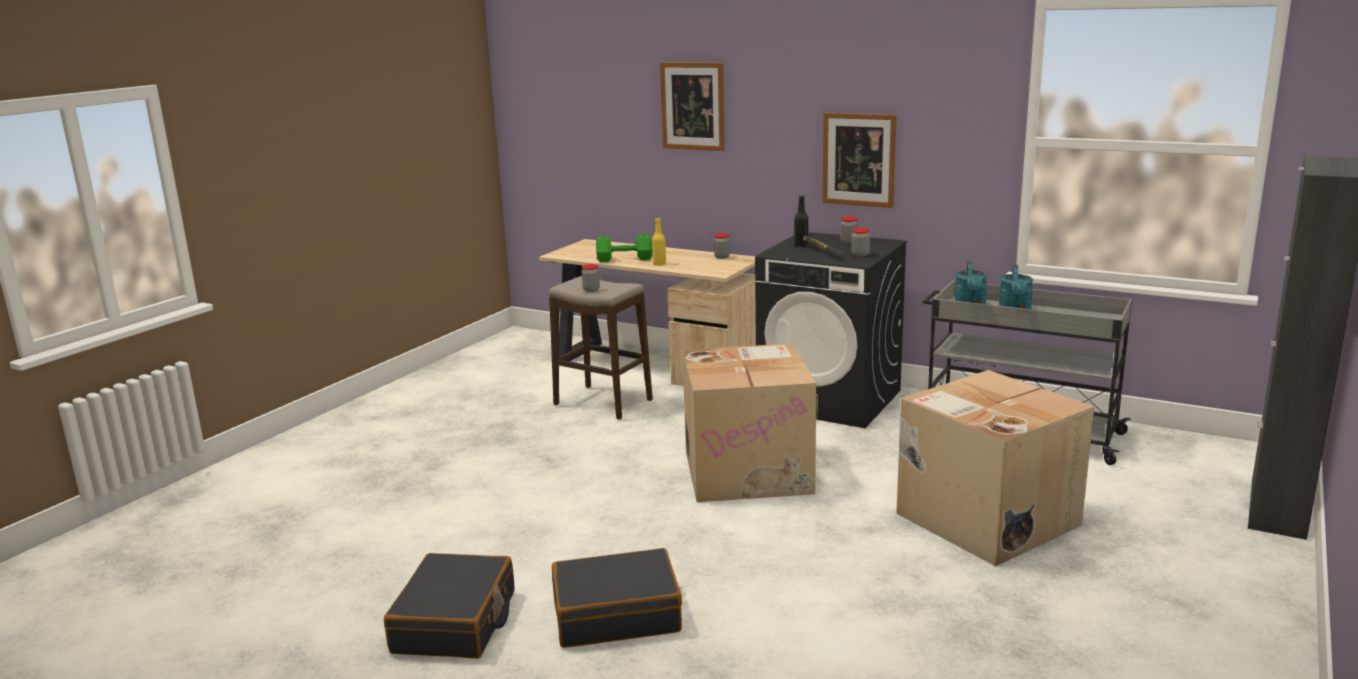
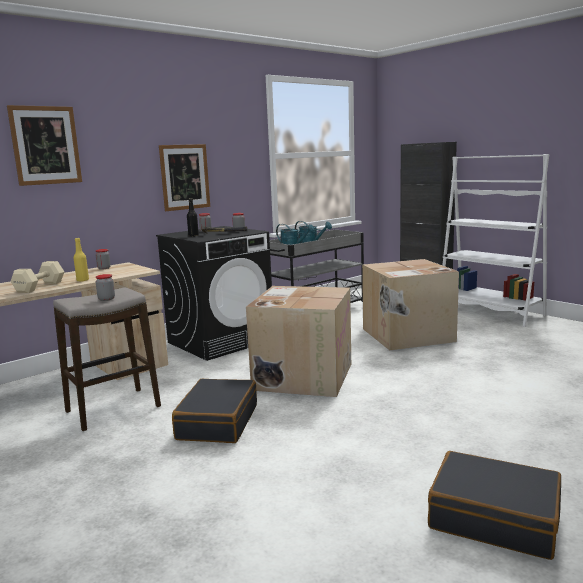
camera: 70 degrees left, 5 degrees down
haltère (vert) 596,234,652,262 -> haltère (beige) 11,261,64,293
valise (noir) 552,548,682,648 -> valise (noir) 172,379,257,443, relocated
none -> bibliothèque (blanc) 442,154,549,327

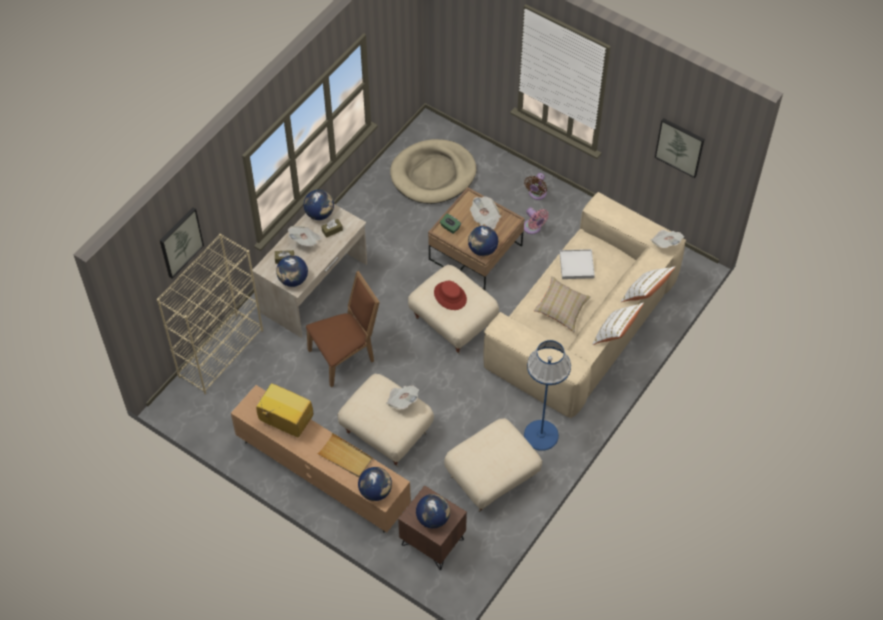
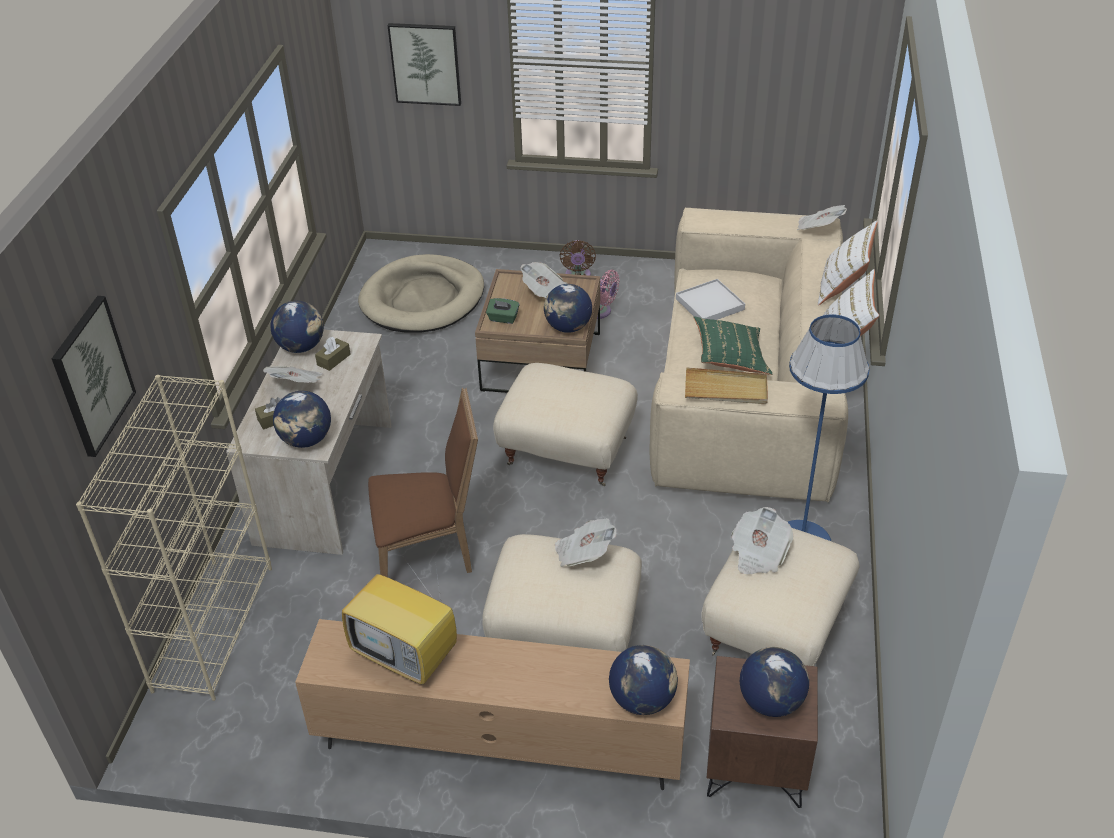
camera: 25 degrees left, 15 degrees down
tableau 655,118,704,178 -> tableau 387,23,461,106, relocated
chaise (marron) 306,271,380,387 -> chaise (marron) 368,388,478,577, 45 degrees clockwise
coussin (beige) 534,276,591,332 -> coussin (vert) 694,317,772,375
chapeau (rouge) 434,281,467,310 -> none
téléviseur 256,384,313,437 -> téléviseur 342,554,457,684, 150 degrees counterclockwise
plateau (beige) 317,433,373,477 -> plateau (beige) 685,367,768,404, relocated
none -> journal 731,507,794,574

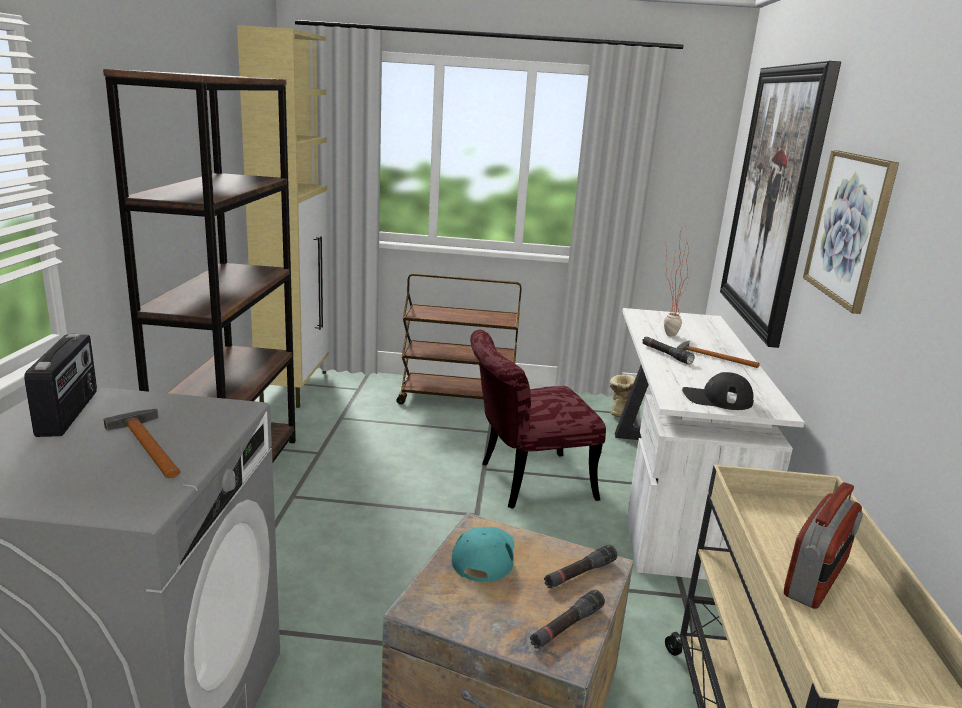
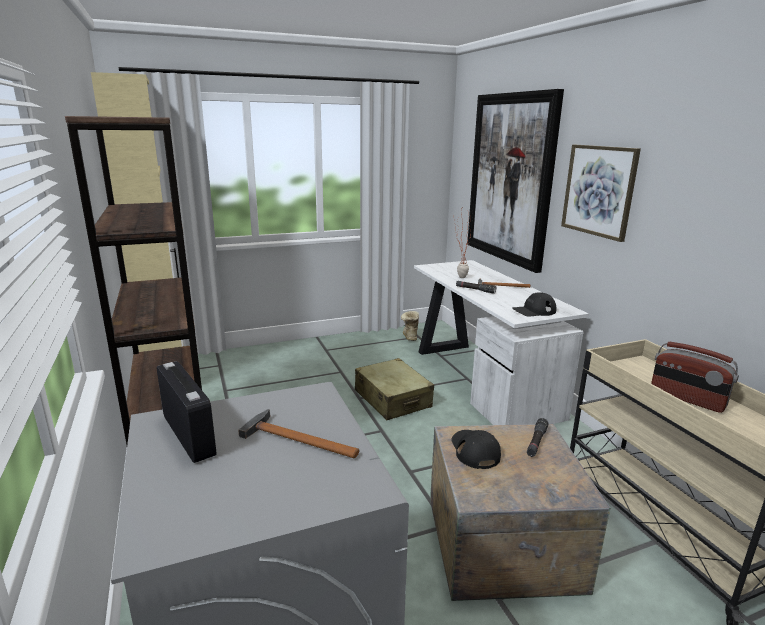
camera: 25 degrees left, 0 degrees up
chariot (marron) 396,273,522,404 -> none
chaise (rouge) 470,330,606,509 -> valise (beige) 355,358,434,420
radio 784,482,863,609 -> radio 651,342,739,413, 120 degrees clockwise
casquette (turquoise) 452,527,515,582 -> casquette (noir) 451,430,501,469
lampe de poche (noir) 530,590,605,649 -> none

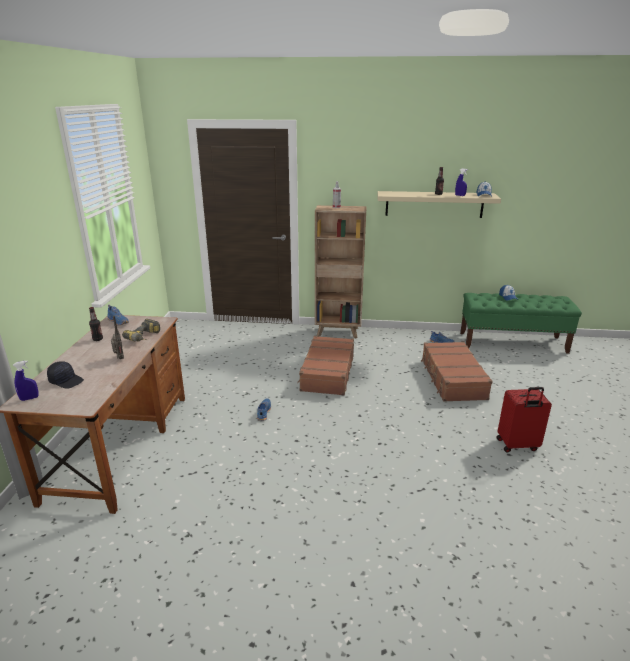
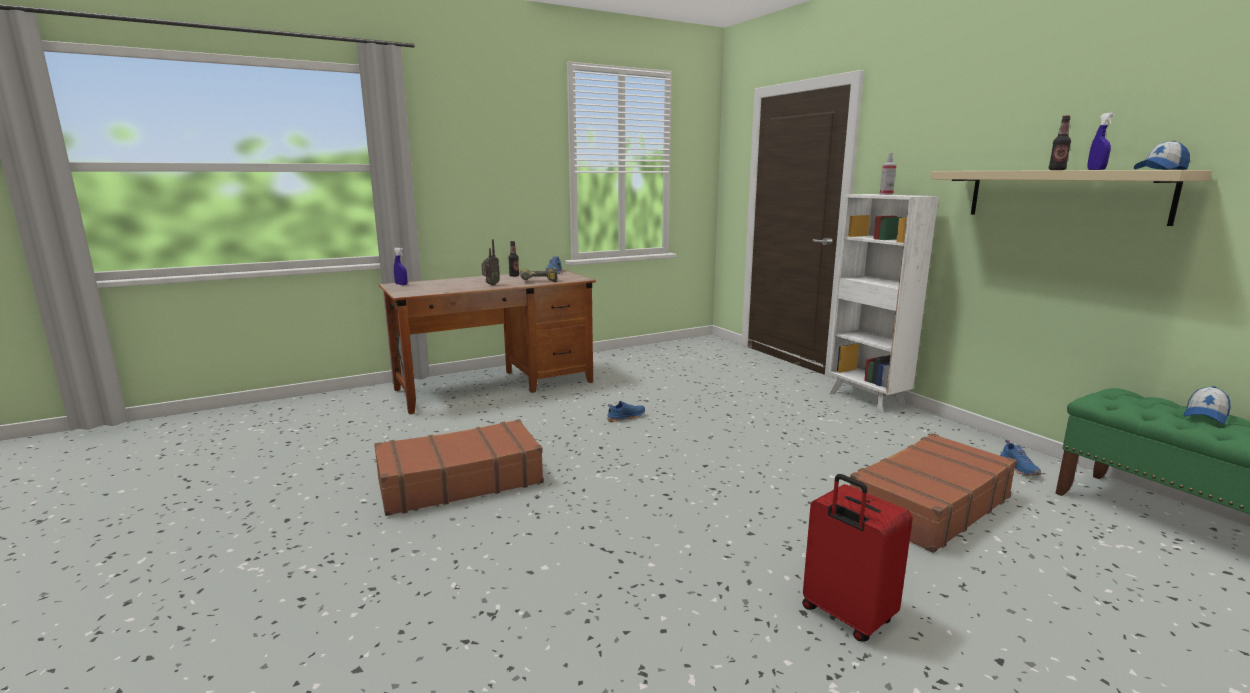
camera: 55 degrees right, 10 degrees down
bibliothèque (marron) 315,205,367,339 -> bibliothèque (blanc) 828,194,938,413
valise (marron) 297,336,354,395 -> valise (marron) 374,419,544,516, relocated
casquette (noir) 47,361,84,388 -> none

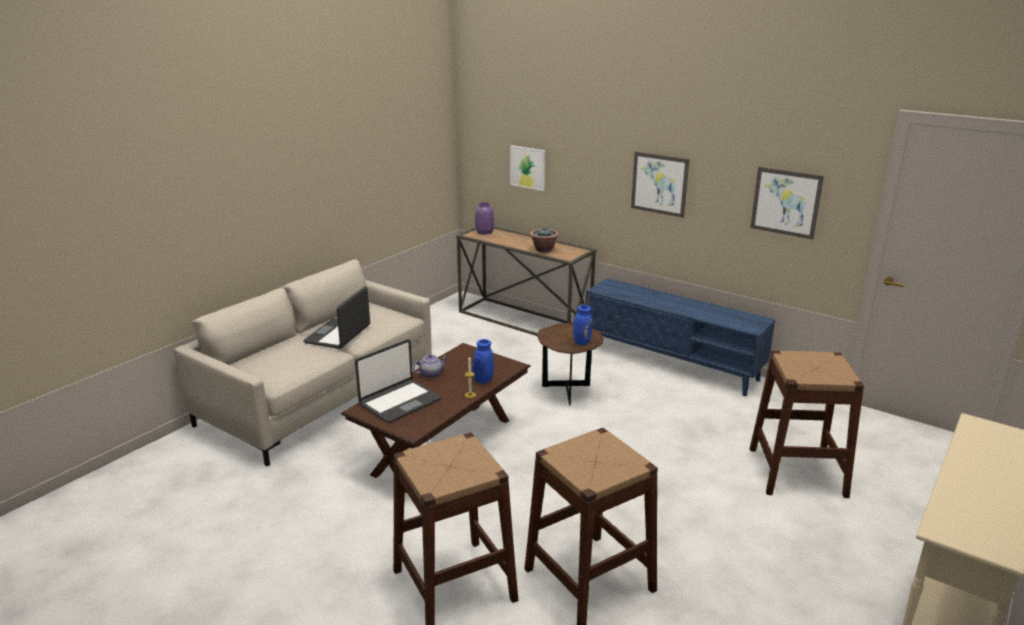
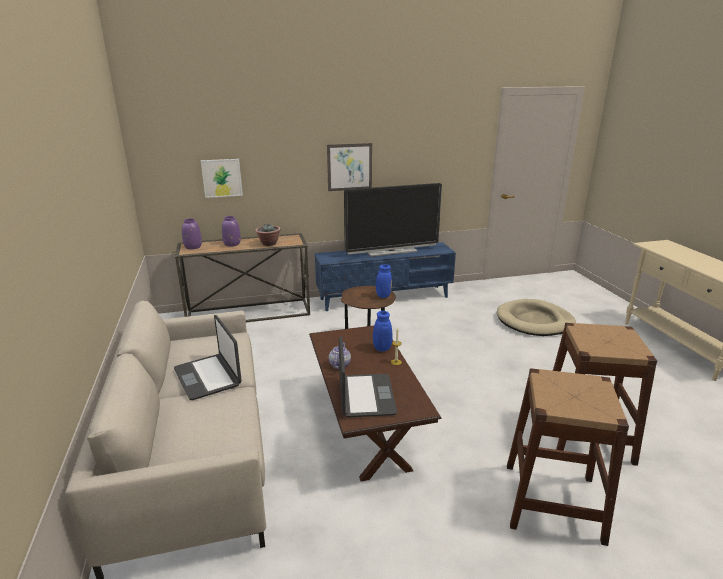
camera: 50 degrees left, 0 degrees up
tableau 750,167,824,239 -> none
tabouret (marron) 750,351,864,498 -> panier pour chien (beige) 497,299,576,336
none -> téléviseur 344,183,442,257
none -> vase (violet) 222,216,241,246

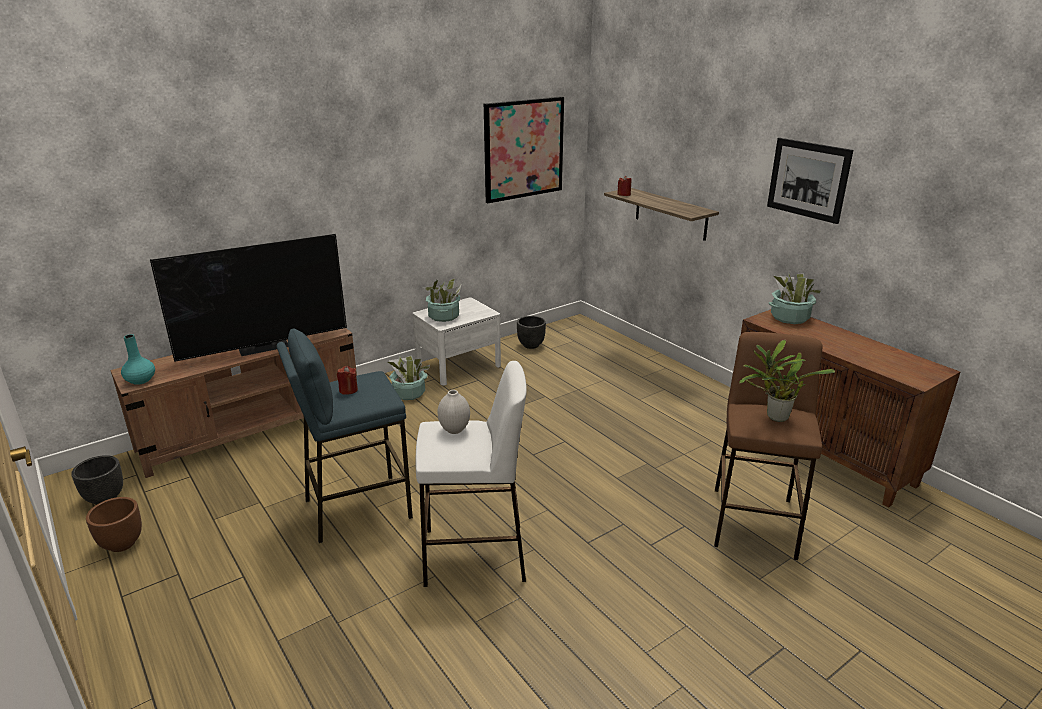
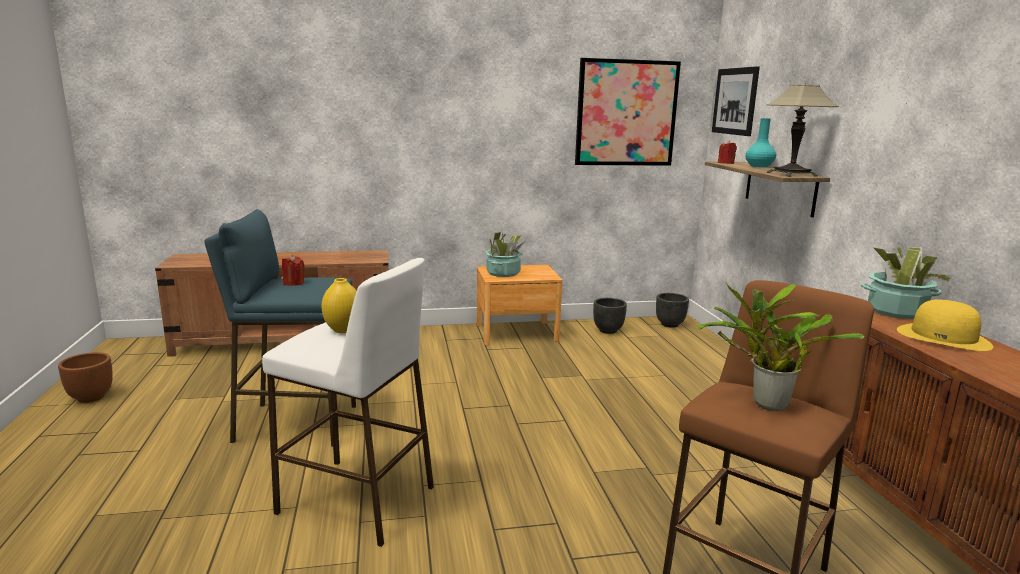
camera: 25 degrees right, 10 degrees down
tableau 767,138,853,224 -> tableau 712,66,760,136, relocated
téléviseur 150,234,347,362 -> none
table de chevet (blanc) 413,297,501,386 -> table de chevet (marron) 477,265,562,345
vase (turquoise) 121,334,155,385 -> vase (turquoise) 745,118,776,167, relocated
plante en pot 388,355,430,400 -> none
vase (blanc) 437,390,470,434 -> vase (jaune) 322,278,357,333
cache-pot (noir) 71,455,123,505 -> cache-pot (noir) 656,293,689,328, relocated
none -> lampe de table 766,84,839,177
none -> chapeau (jaune) 897,300,993,351

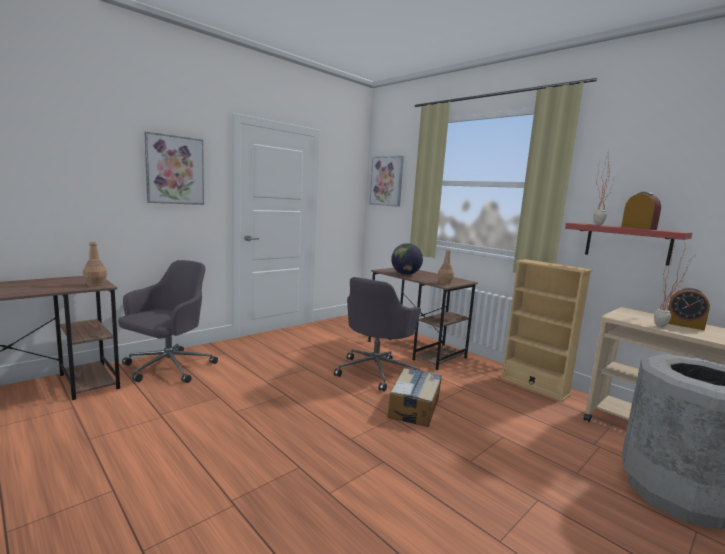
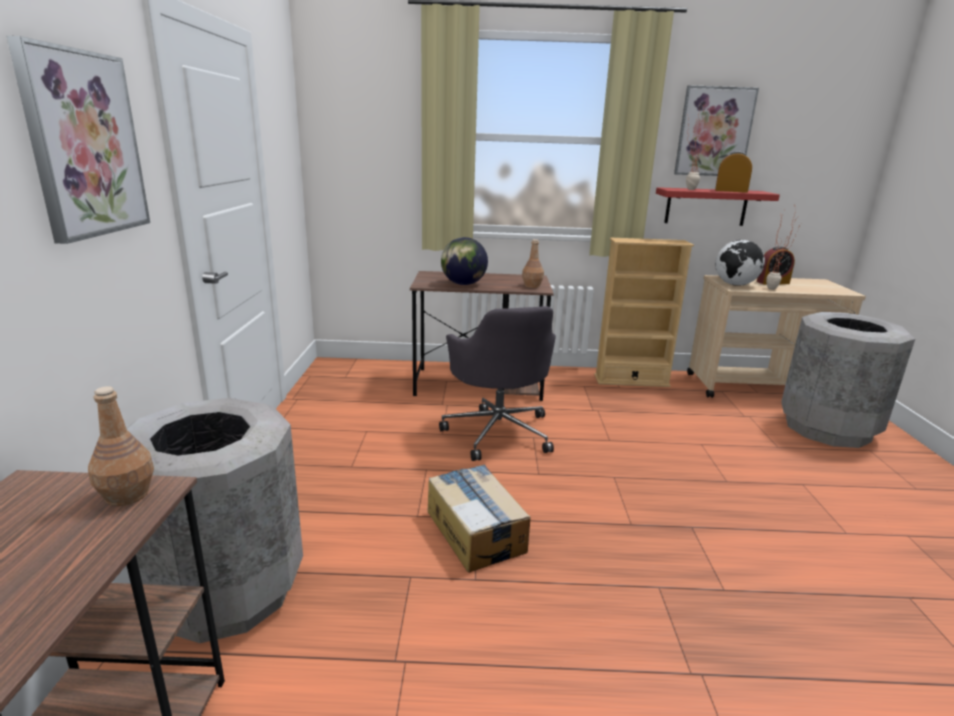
camera: 45 degrees left, 10 degrees up
tableau 369,156,404,207 -> tableau 674,85,759,176, relocated
chaise de bureau (gris) 118,260,218,383 -> poubelle (gris) 126,398,303,643
carton 387,368,442,427 -> carton 428,464,530,572, relocated
none -> globe 715,240,765,286

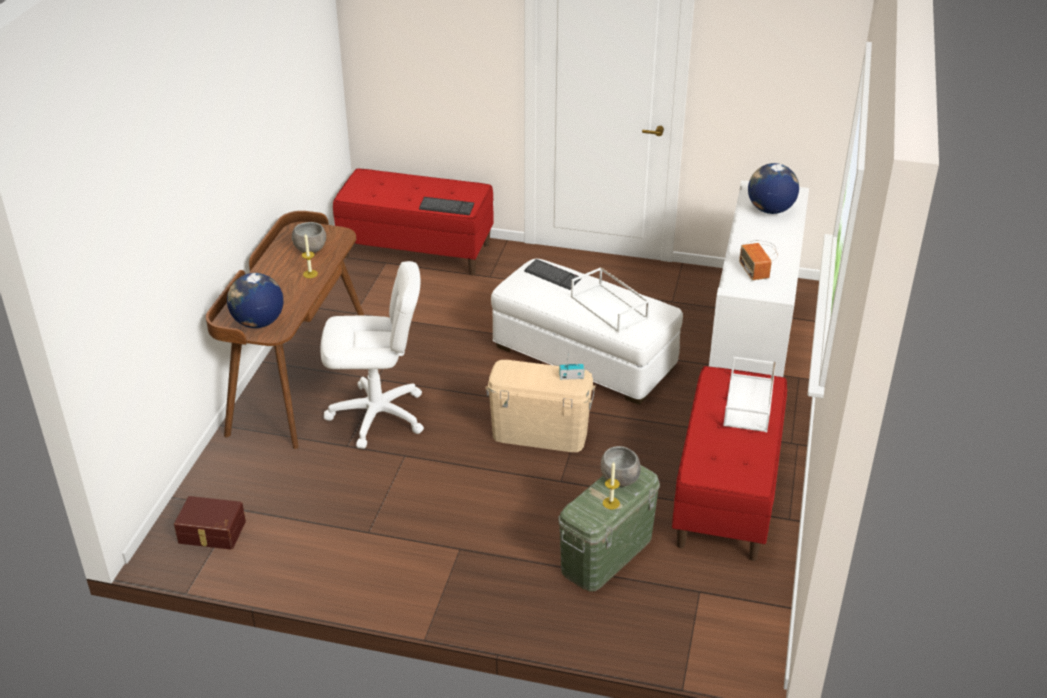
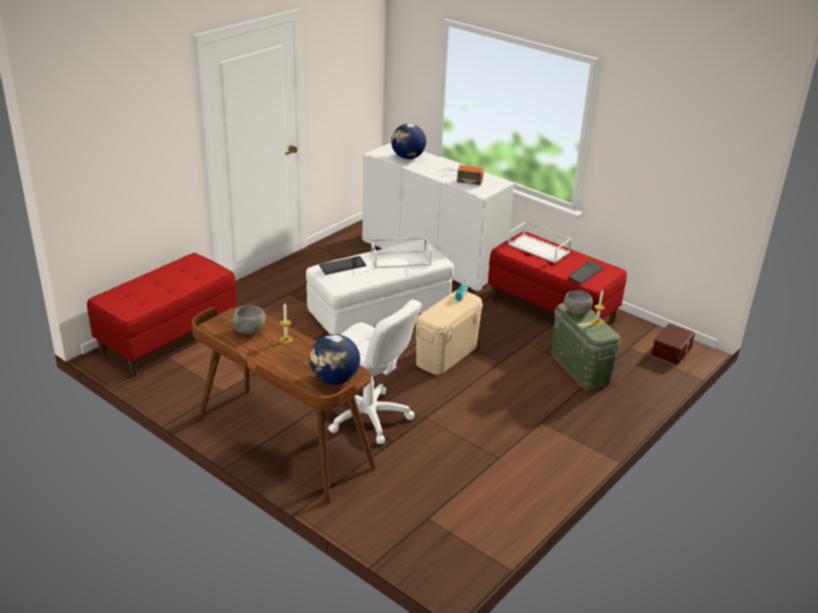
camera: 65 degrees left, 5 degrees down
clavier 419,197,474,215 -> clavier 568,260,604,285, relocated
chaise de bureau (blanc) 320,261,424,449 -> chaise de bureau (blanc) 328,299,422,444, 105 degrees clockwise
boîte de rangement (marron) 174,496,246,550 -> boîte de rangement (marron) 651,323,695,365, relocated

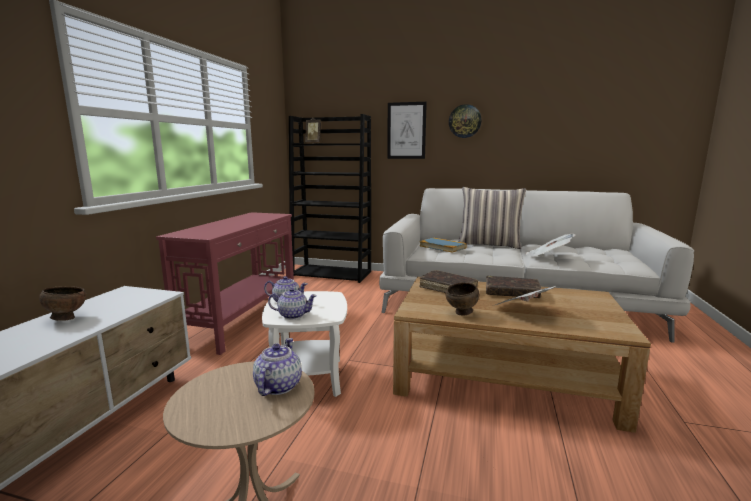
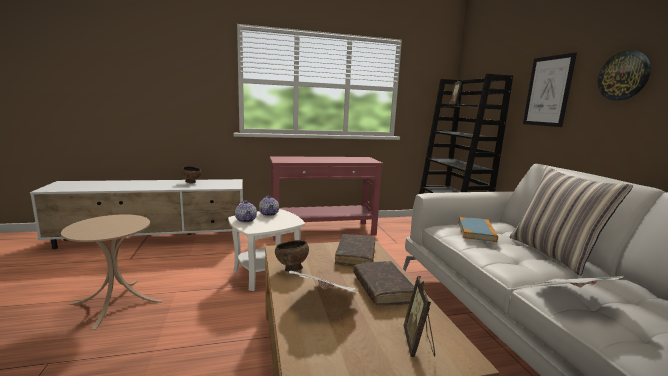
camera: 60 degrees right, 0 degrees up
théière 253,338,302,396 -> none
none -> cadre photo 404,276,435,357

